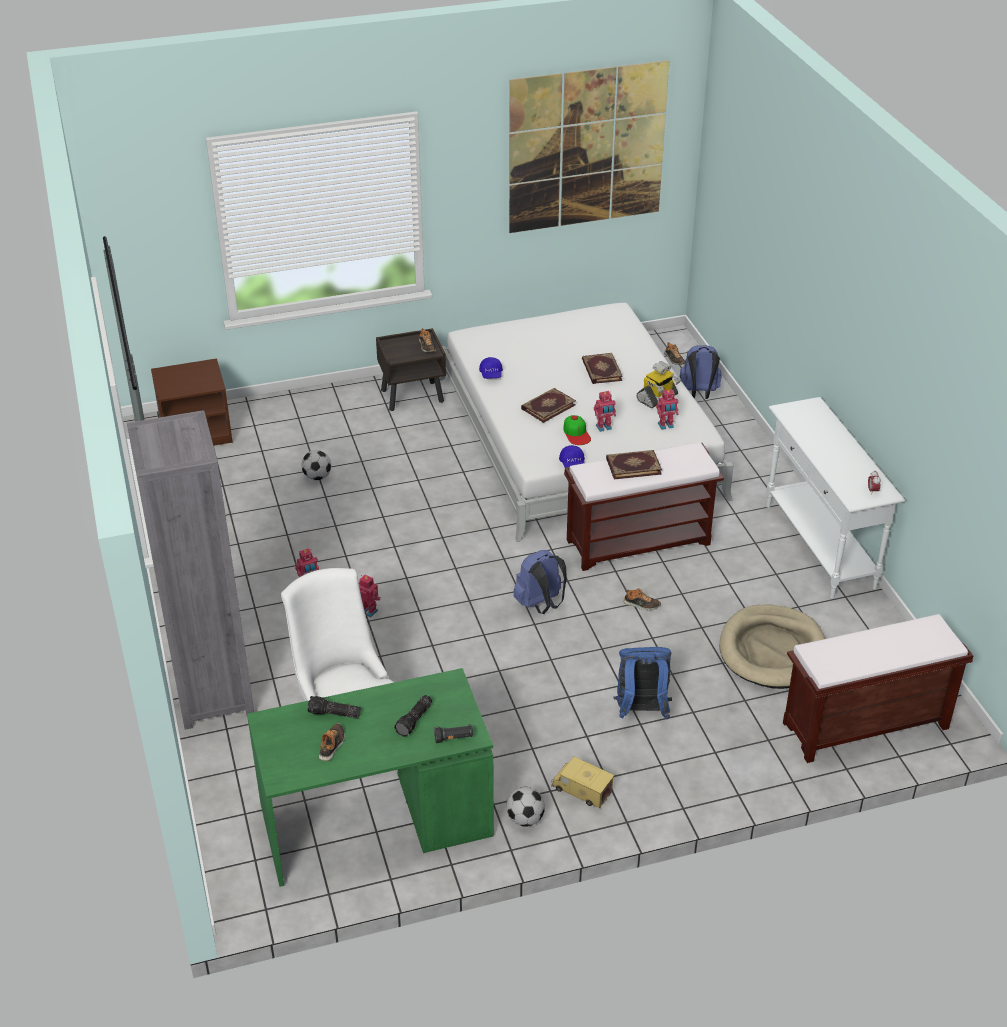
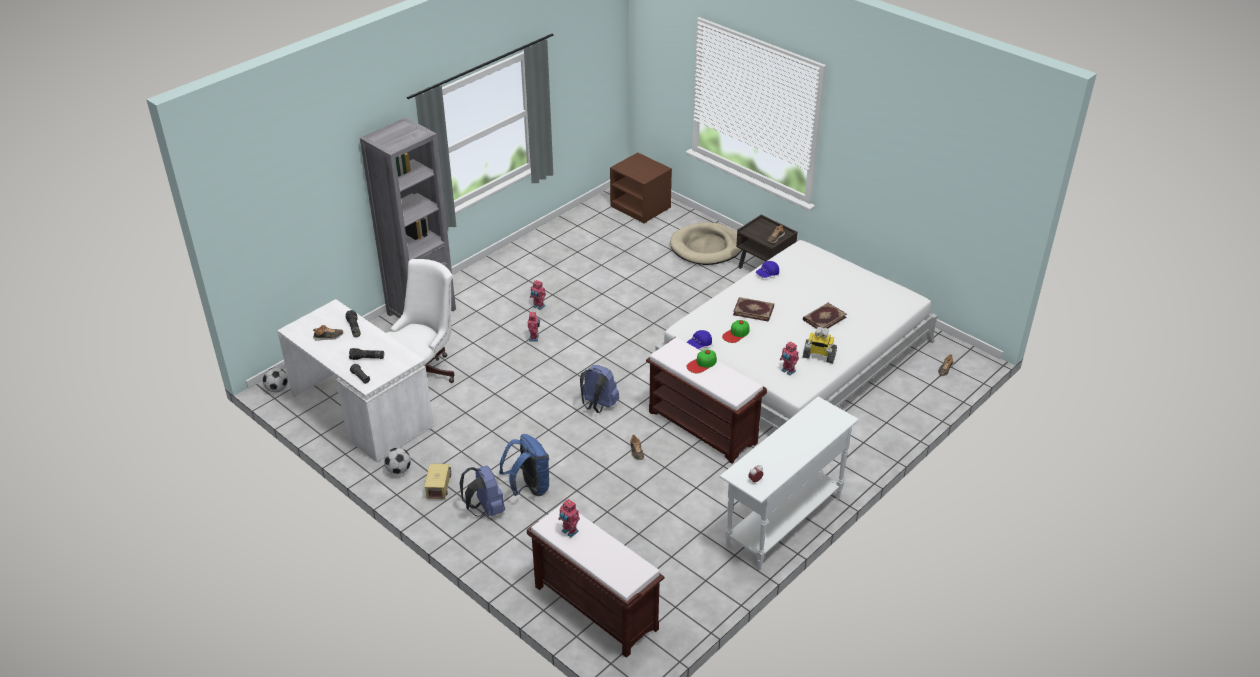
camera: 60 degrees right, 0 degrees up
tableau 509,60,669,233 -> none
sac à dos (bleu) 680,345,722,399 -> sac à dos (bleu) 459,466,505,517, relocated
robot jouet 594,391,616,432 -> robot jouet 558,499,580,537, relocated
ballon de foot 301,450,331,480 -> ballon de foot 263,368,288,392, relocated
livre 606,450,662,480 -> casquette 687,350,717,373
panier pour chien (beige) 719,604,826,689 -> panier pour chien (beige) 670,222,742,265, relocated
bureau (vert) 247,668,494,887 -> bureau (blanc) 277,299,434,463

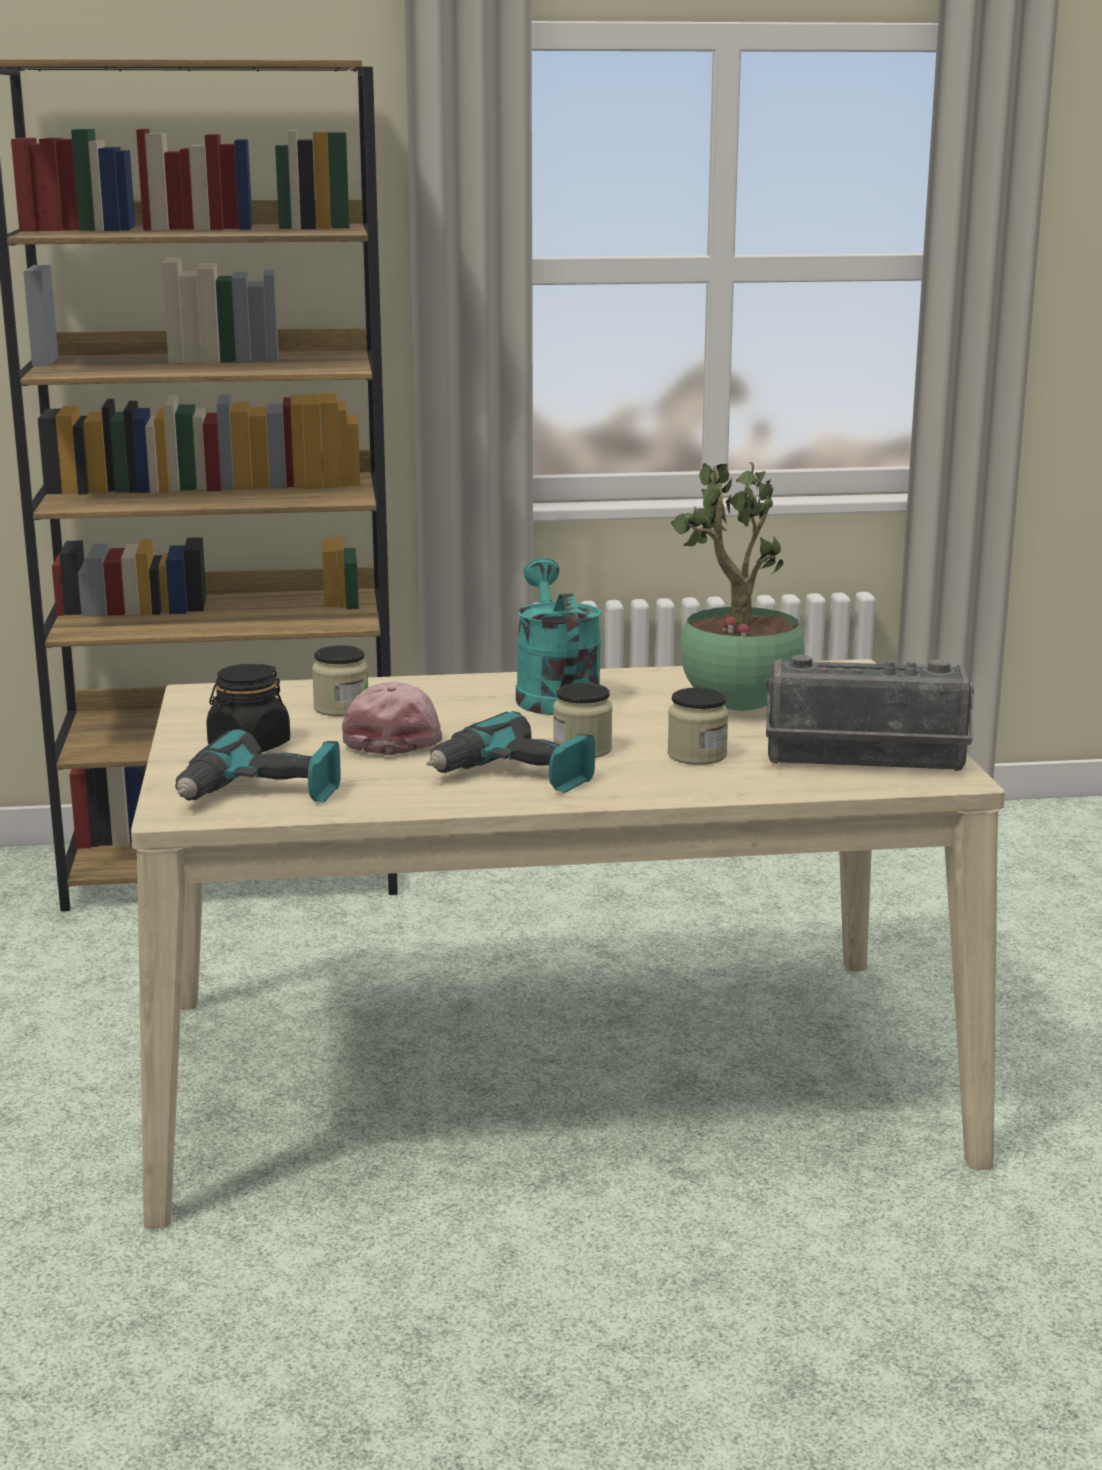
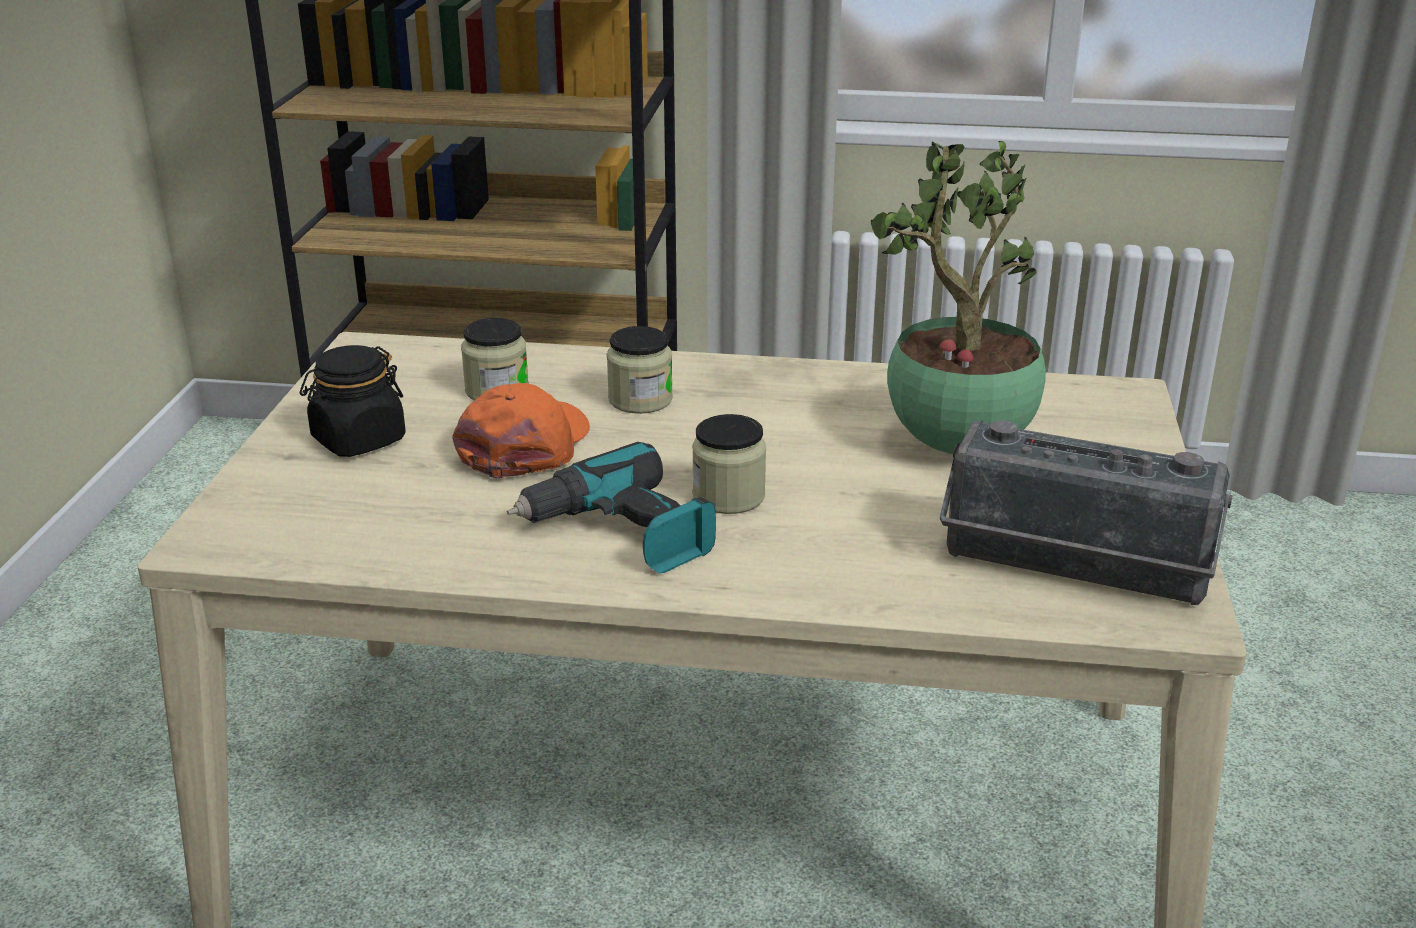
camera: 15 degrees right, 10 degrees up
arrosoir (turquoise) 516,558,602,715 -> none
casquette (rose) 342,682,442,755 -> casquette (orange) 452,383,590,479
bocal 667,688,729,765 -> bocal 607,326,673,414, relocated
perceuse 175,729,341,803 -> none

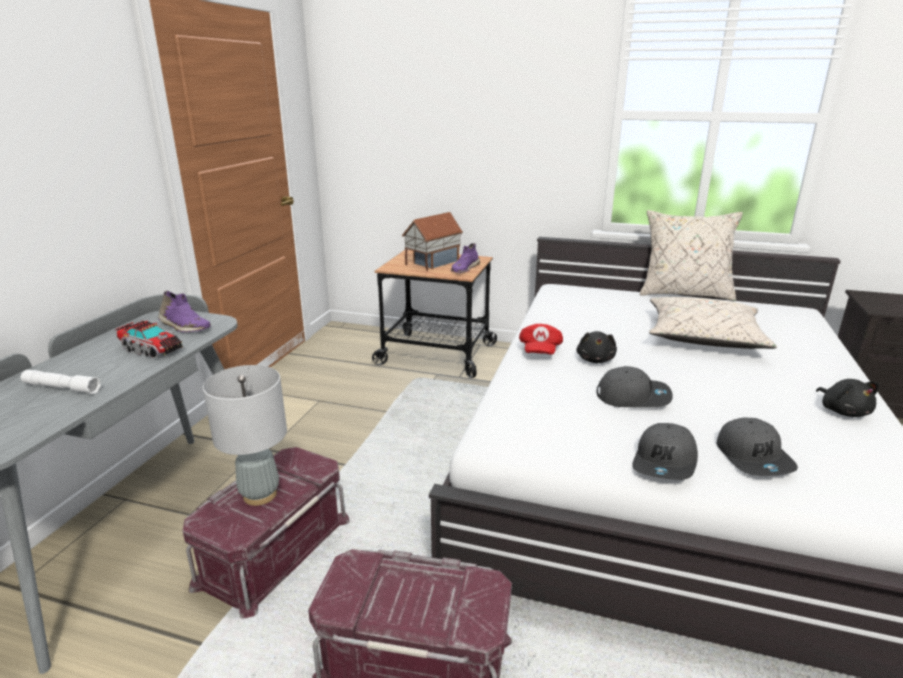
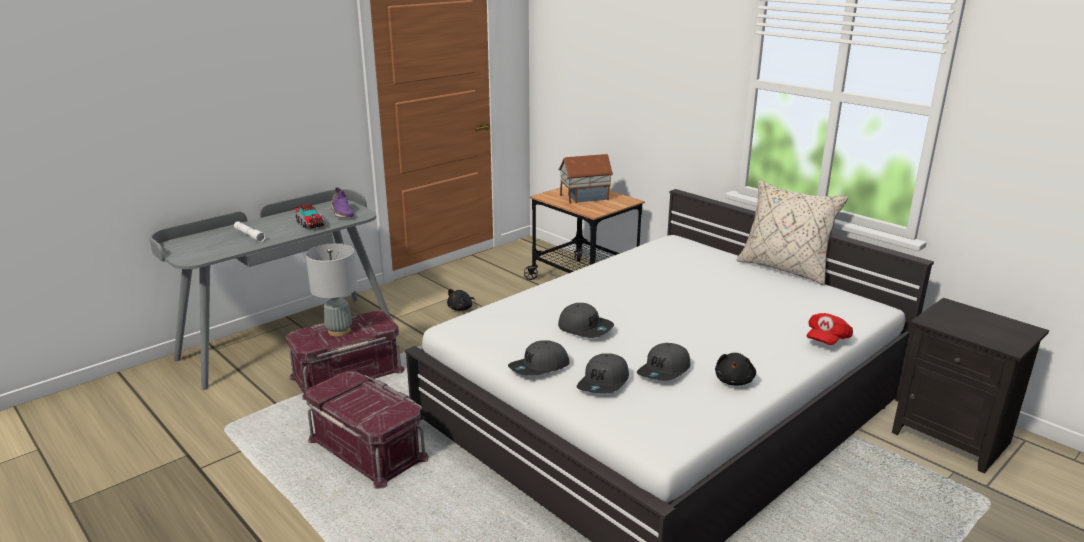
camera: 30 degrees right, 0 degrees up
chaussure (violet) 451,243,480,273 -> none
coussin (beige) 649,297,777,349 -> none
casquette (rouge) 519,324,563,355 -> casquette (rouge) 807,313,853,345, relocated
peluche (noir) 576,331,617,363 -> peluche (noir) 447,289,475,311, relocated
none -> casquette (gris) 637,343,690,381

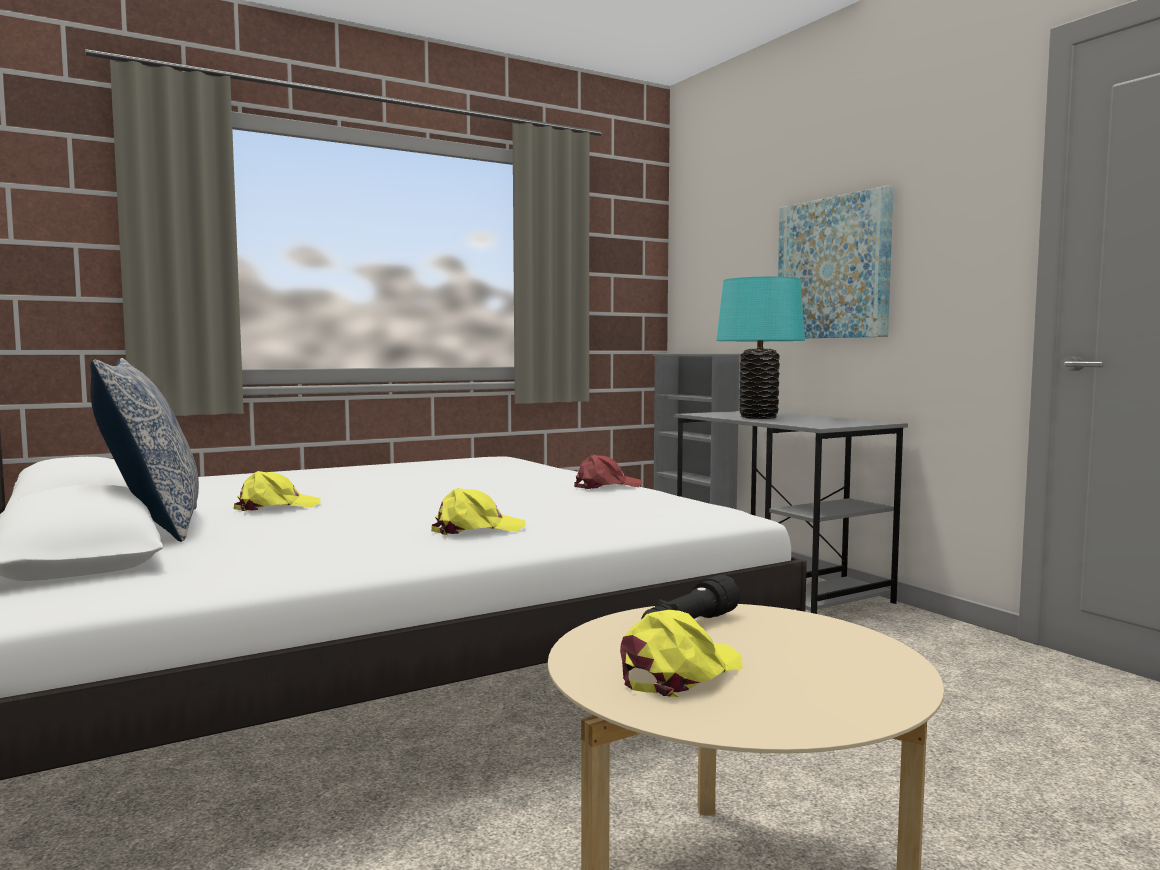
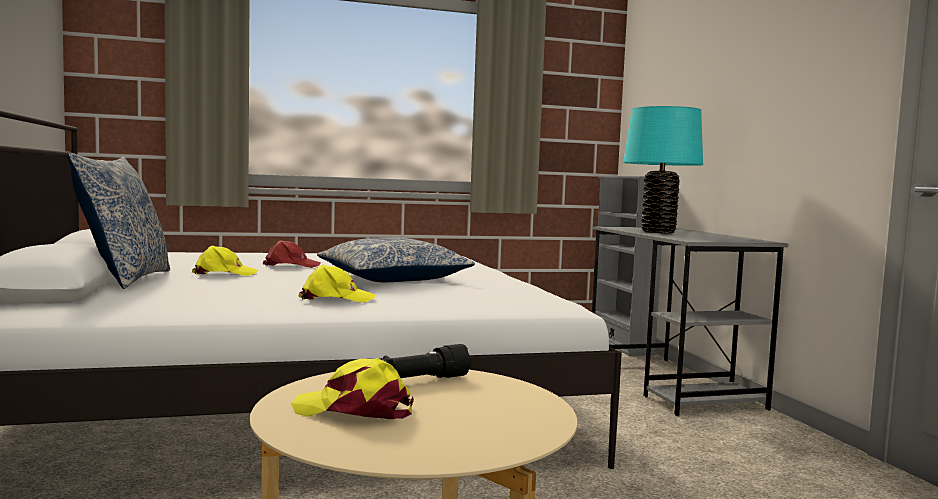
camera: 15 degrees right, 0 degrees up
tableau 778,185,894,338 -> none
casquette (rouge) 574,455,642,489 -> casquette (rouge) 263,240,321,268, relocated
casquette (jaune) 620,610,743,697 -> casquette (jaune) 291,358,414,419, 135 degrees counterclockwise
none -> coussin 317,237,475,282

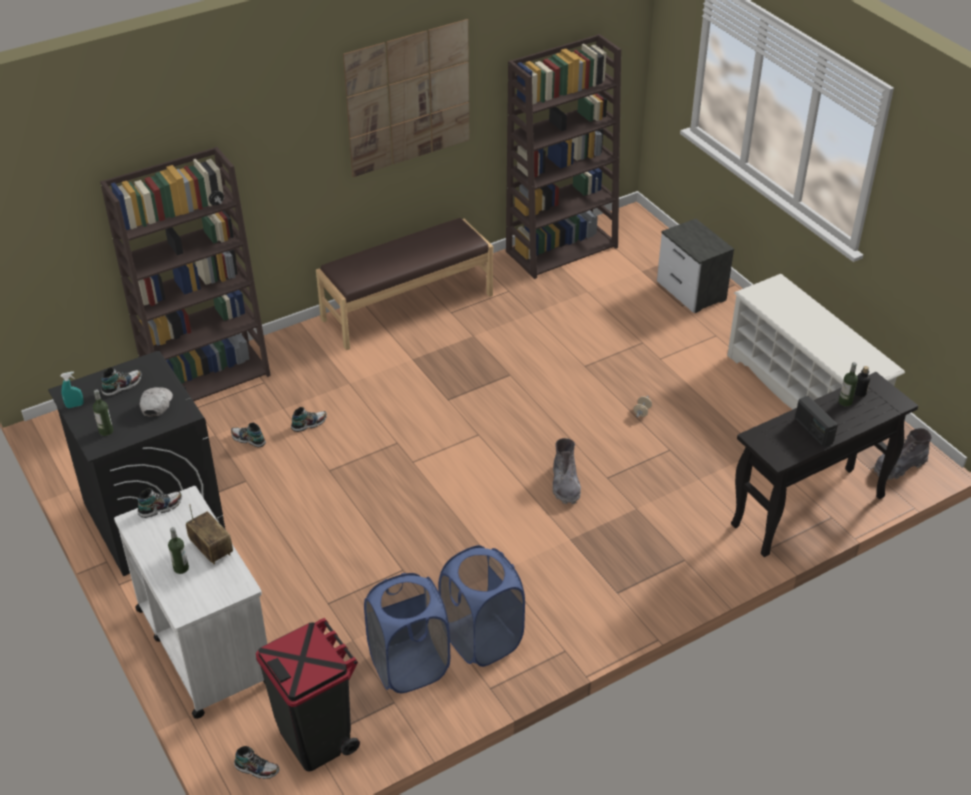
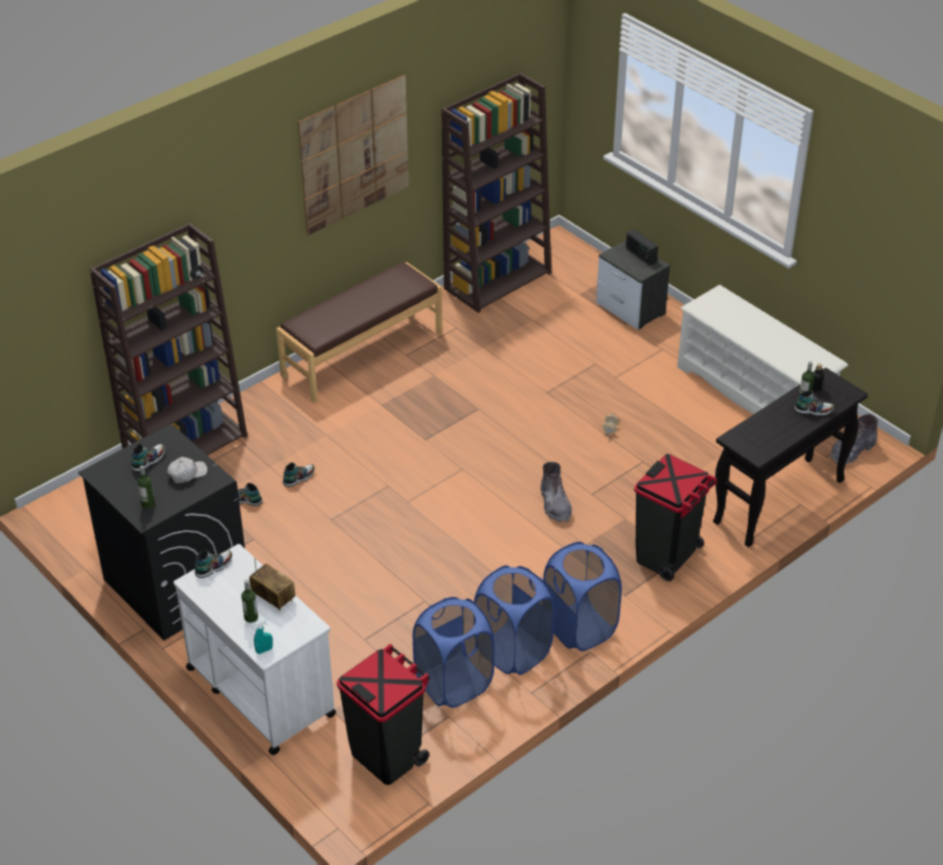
camera: 10 degrees left, 0 degrees up
vaporisateur (turquoise) 60,371,83,408 -> vaporisateur (turquoise) 254,618,273,654, relocated
casquette (blanc) 140,387,173,417 -> casquette (blanc) 167,457,208,484, 60 degrees clockwise
radio 795,396,838,447 -> radio 626,229,658,265, relocated
chaussure 234,746,280,779 -> chaussure 794,390,834,416, relocated
none -> poubelle (noir) 634,454,717,581
none -> panier à linge (bleu) 543,542,622,651

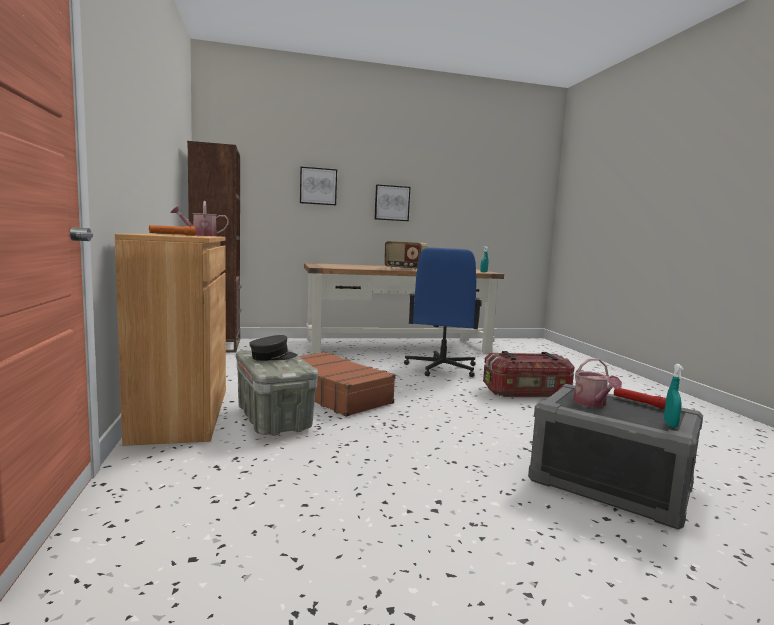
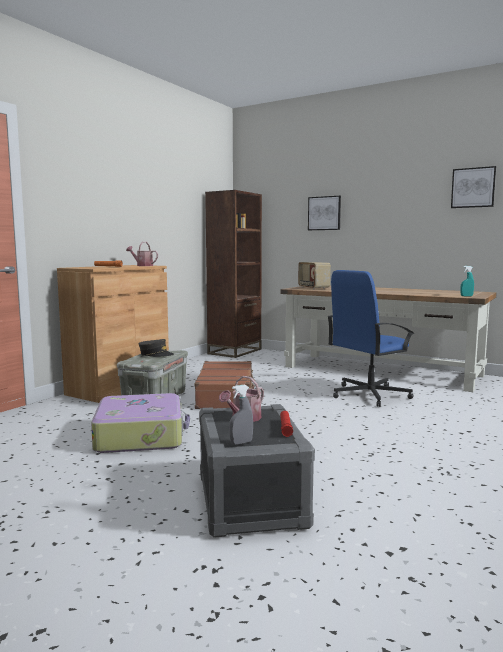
camera: 45 degrees right, 0 degrees up
tableau 374,184,410,221 -> tableau 451,166,496,208, relocated
radio 384,241,428,270 -> radio 298,262,331,290, relocated
boîte de rangement 483,351,575,397 -> none
vaporisateur (turquoise) 664,364,684,428 -> vaporisateur (gris) 229,384,253,445
none -> valise 91,393,190,453

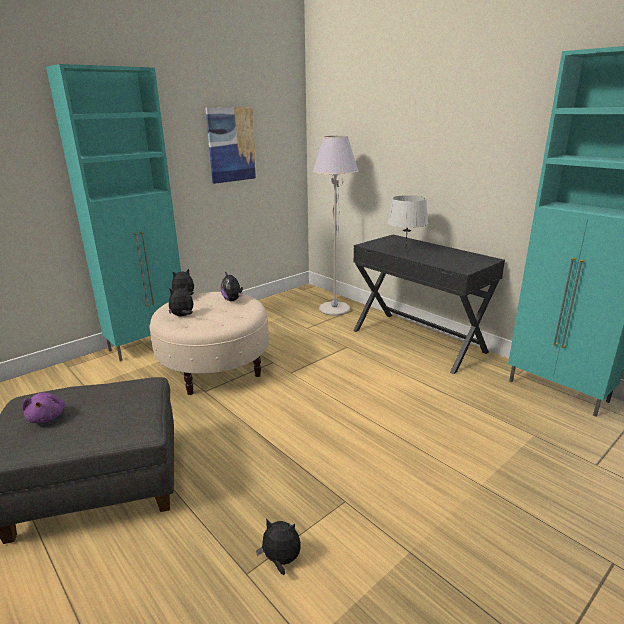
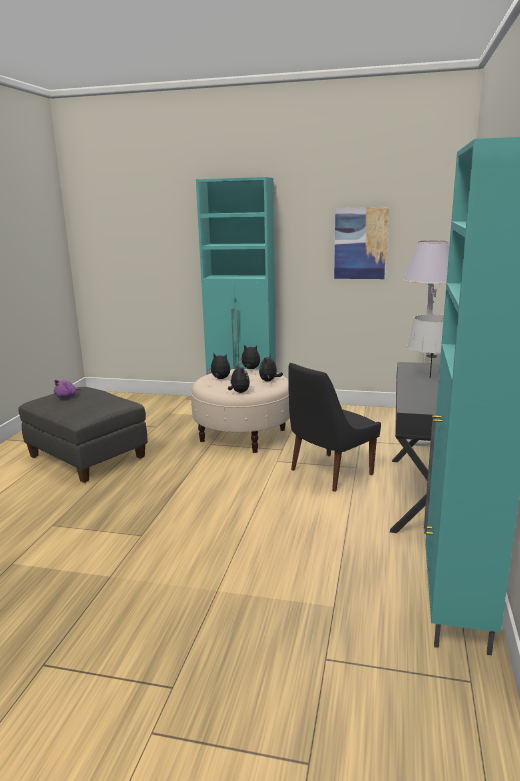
camera: 55 degrees right, 5 degrees down
peluche 256,518,301,575 -> peluche 228,364,250,393, relocated
none -> chaise (noir) 288,363,381,492

